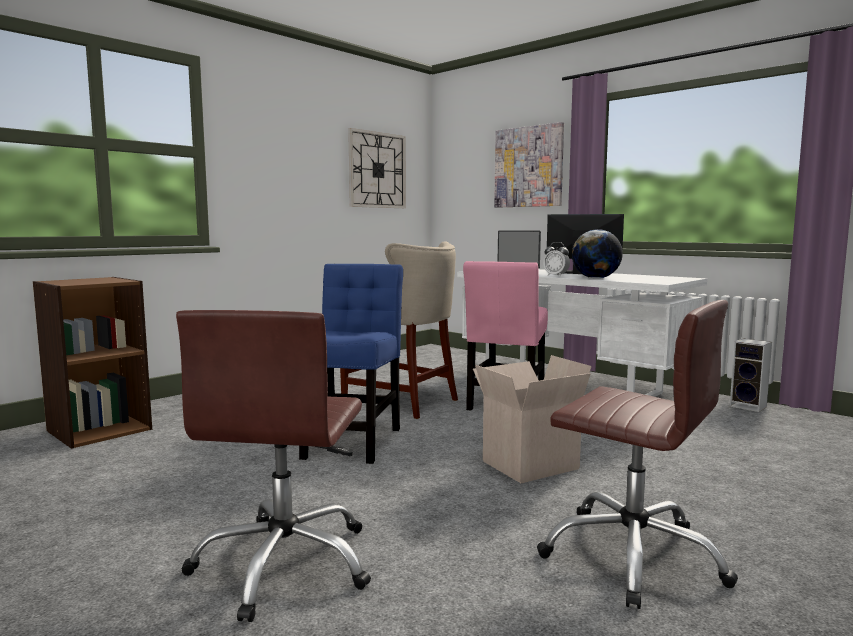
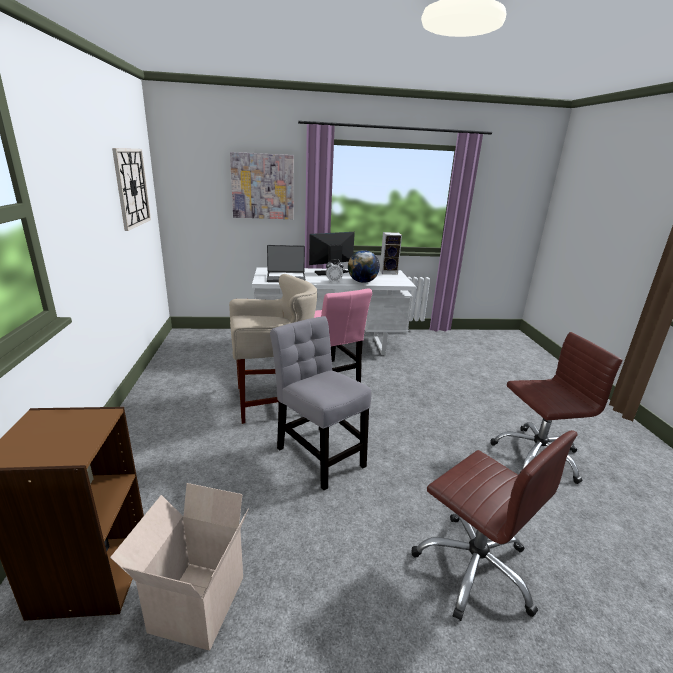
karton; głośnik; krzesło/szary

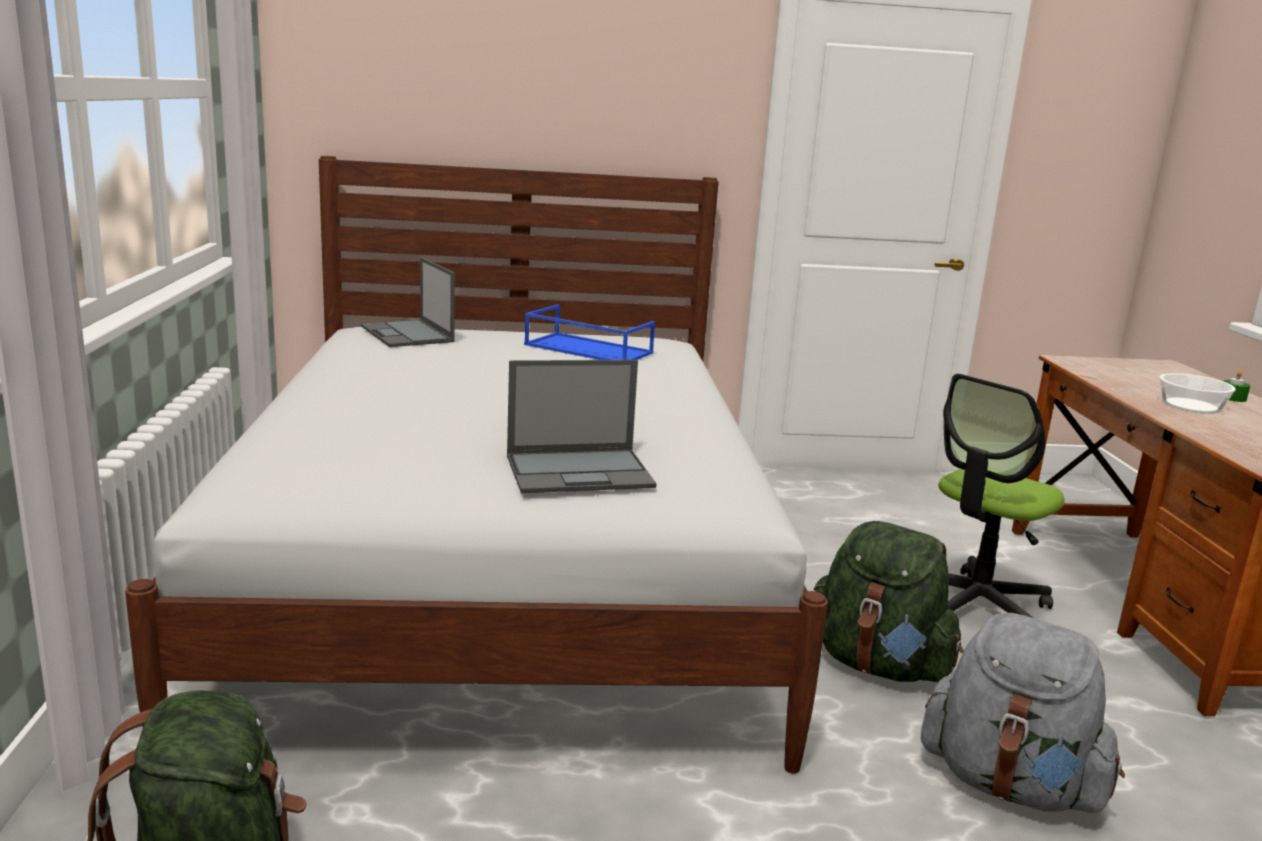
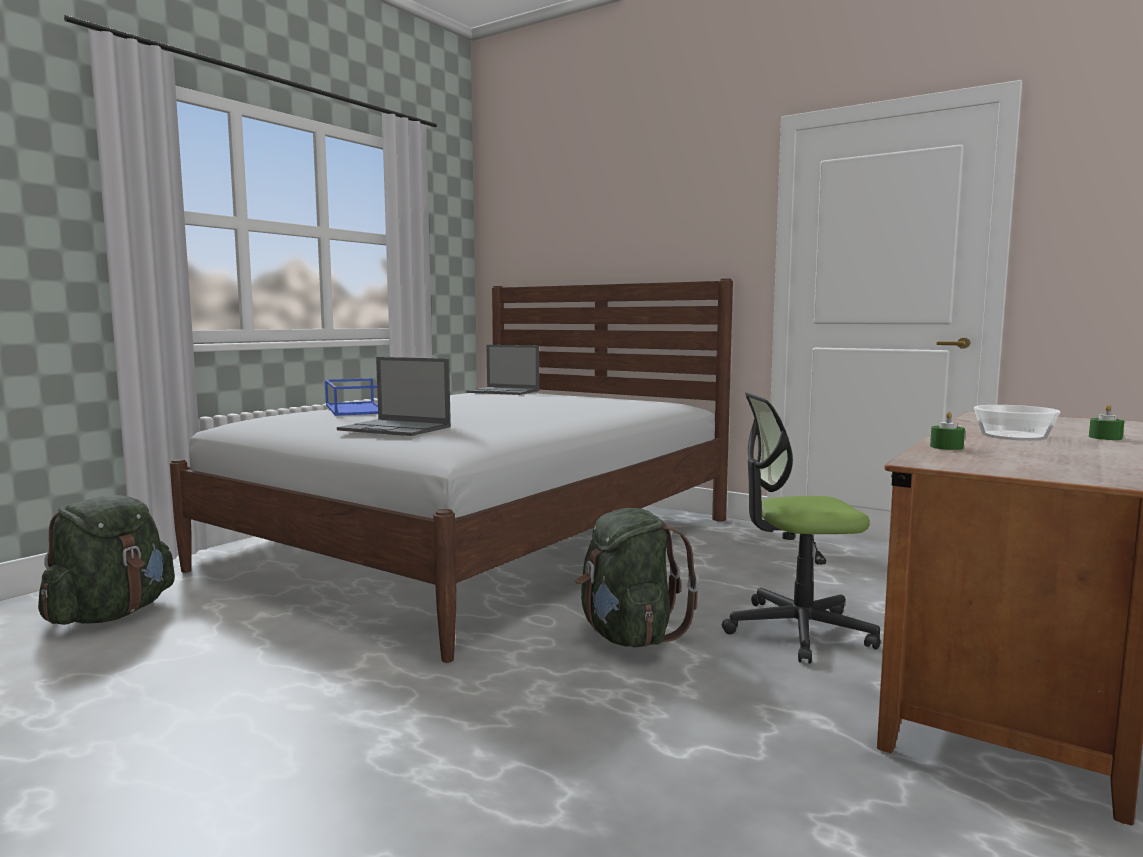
plecak/szary; świeca/zielony (1st from left); taca/niebieski; laptop (2nd from left)

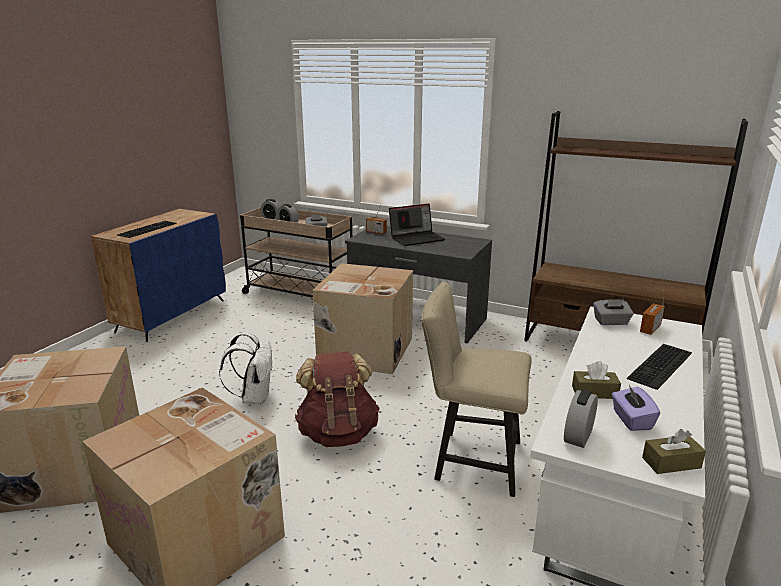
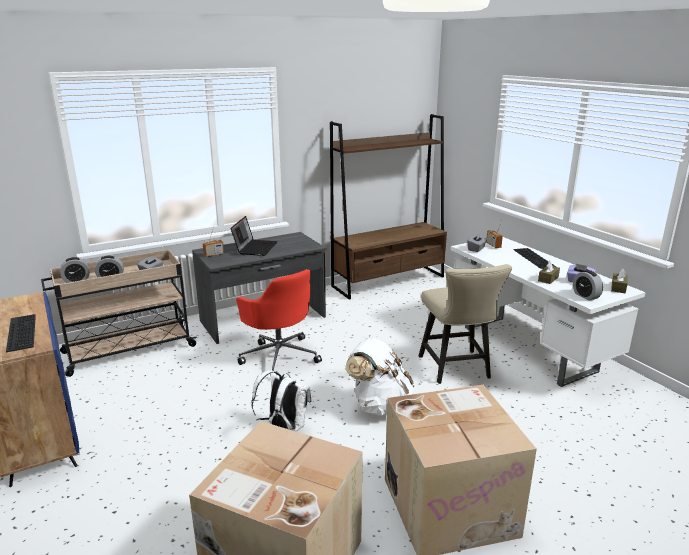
krzesło biurowe/czerwony; plecak/biały (2nd from left); krzesło/beżowy

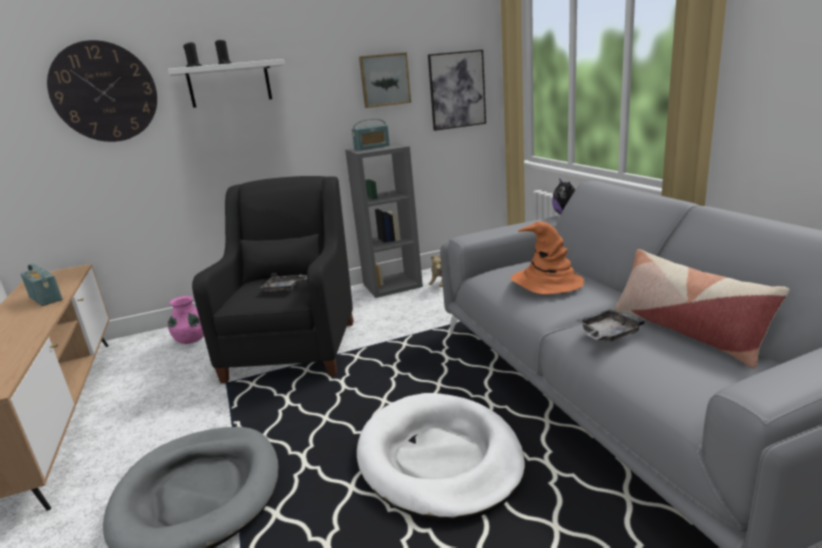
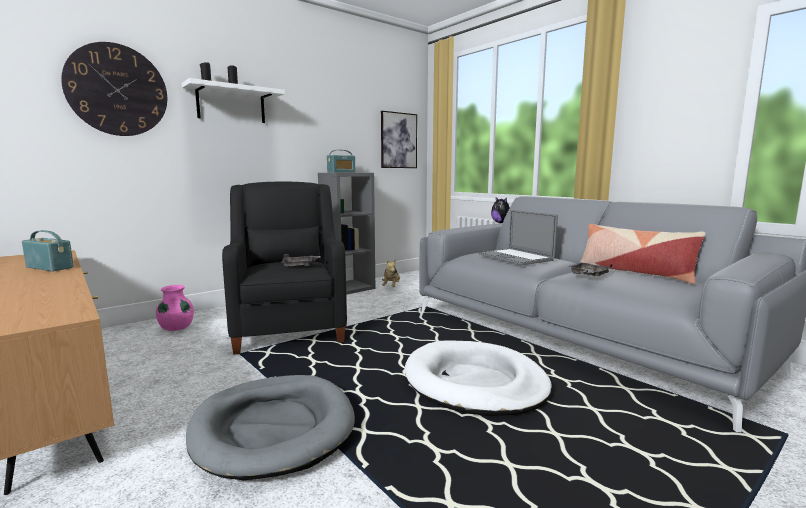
obraz (1st from left in the first image); laptop

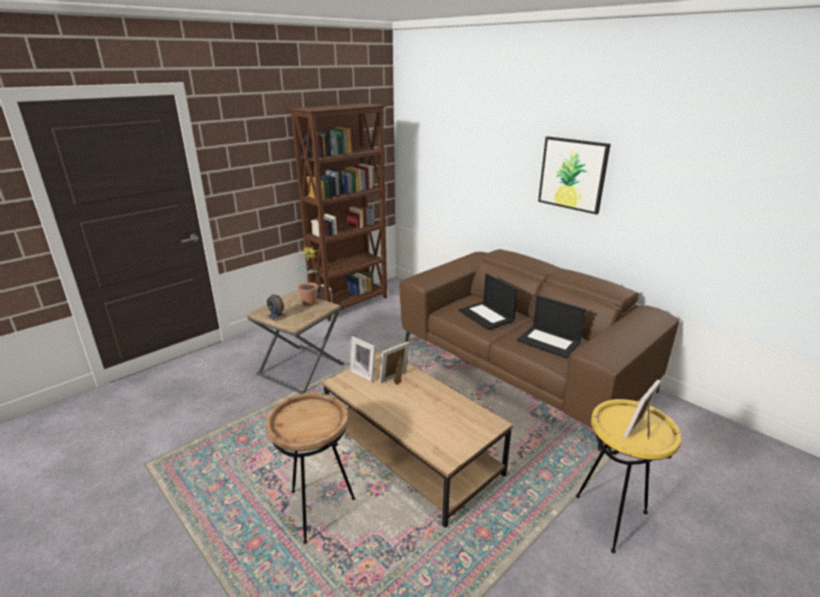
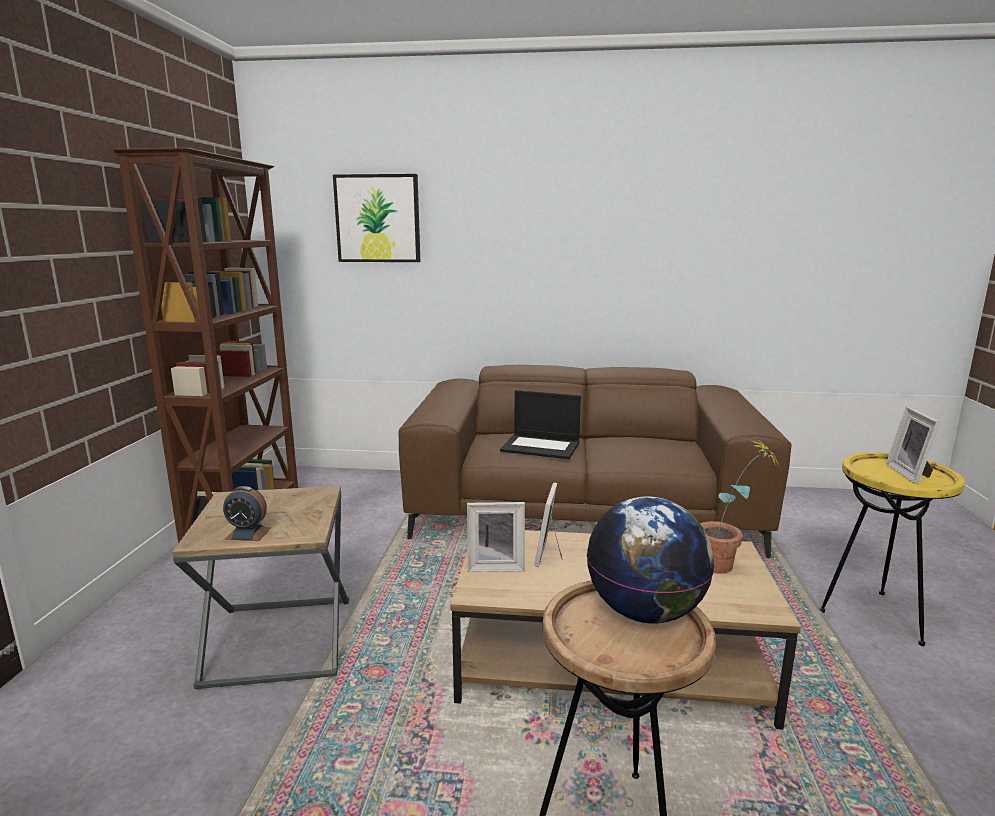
laptop (2nd from left in the first image); globus; roślina doniczkowa; obraz

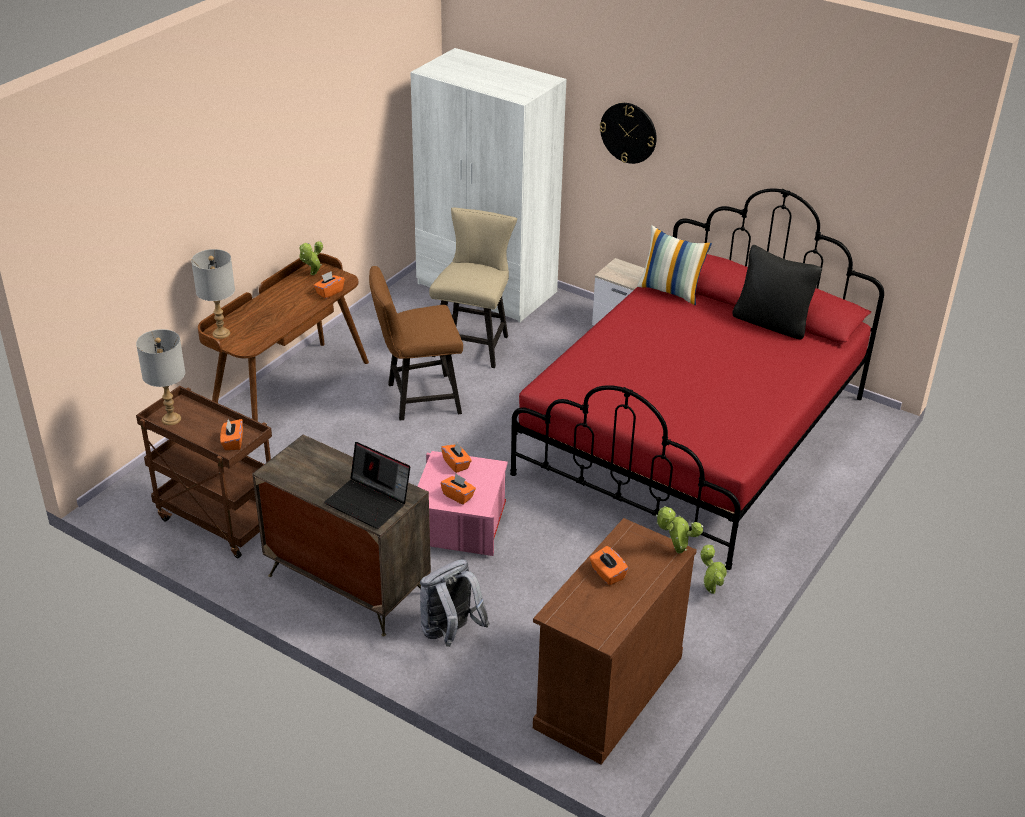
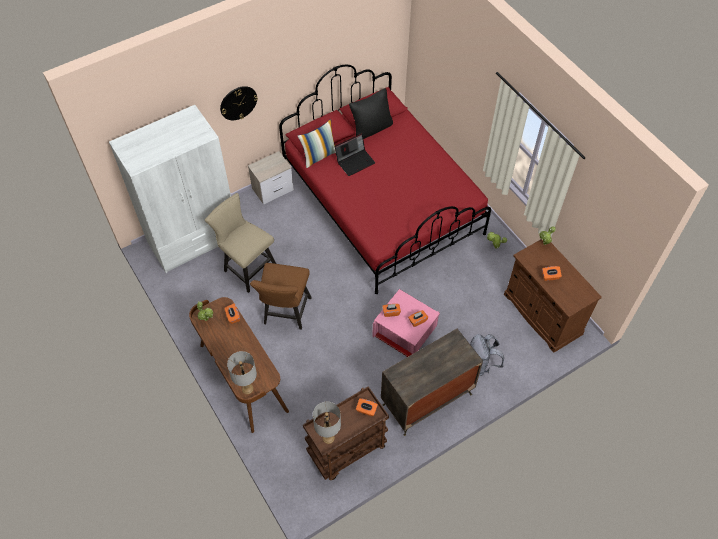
laptop

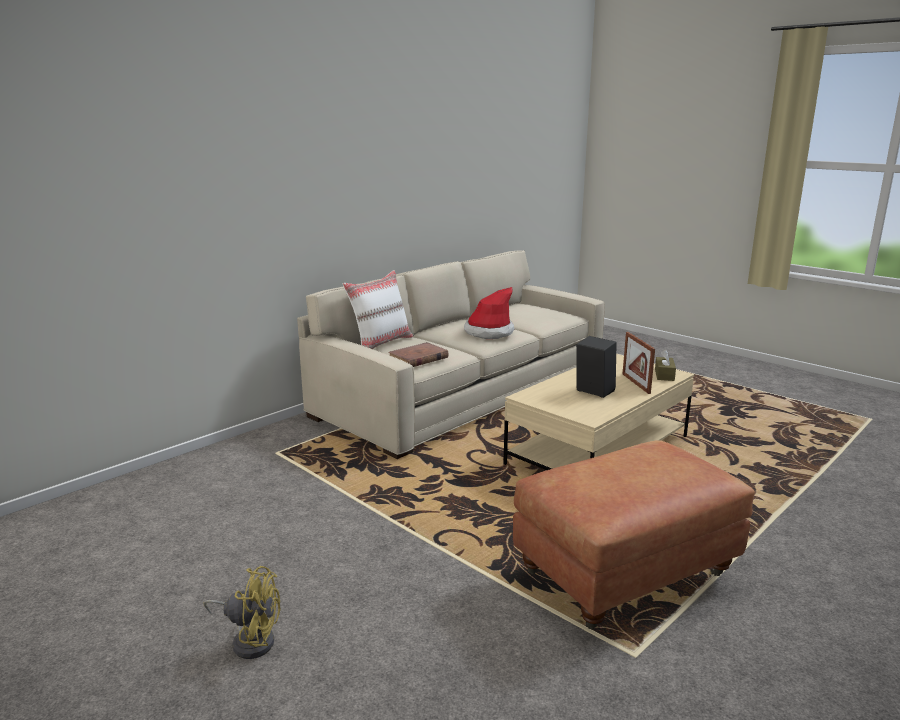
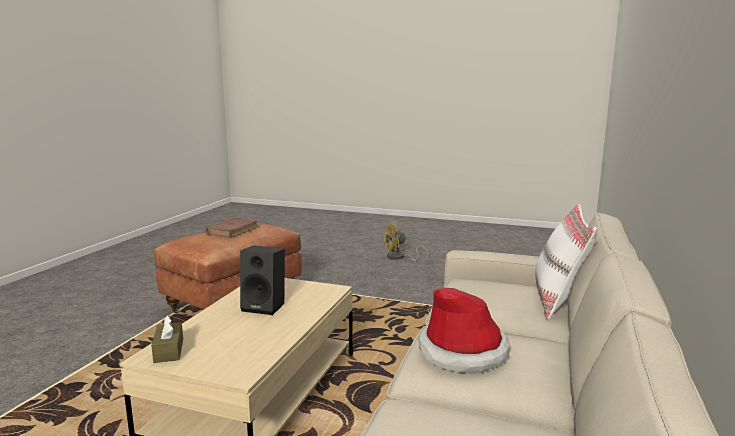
ramka na zdjęcie; książka/brązowy

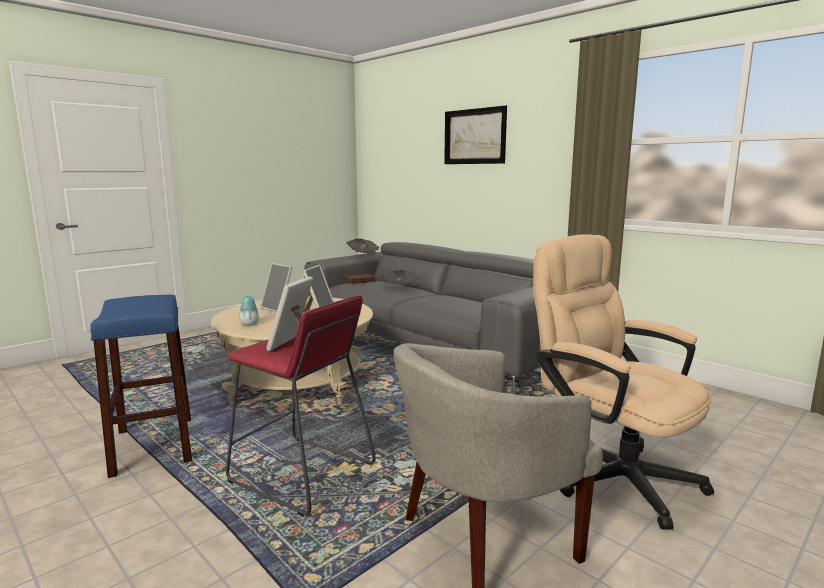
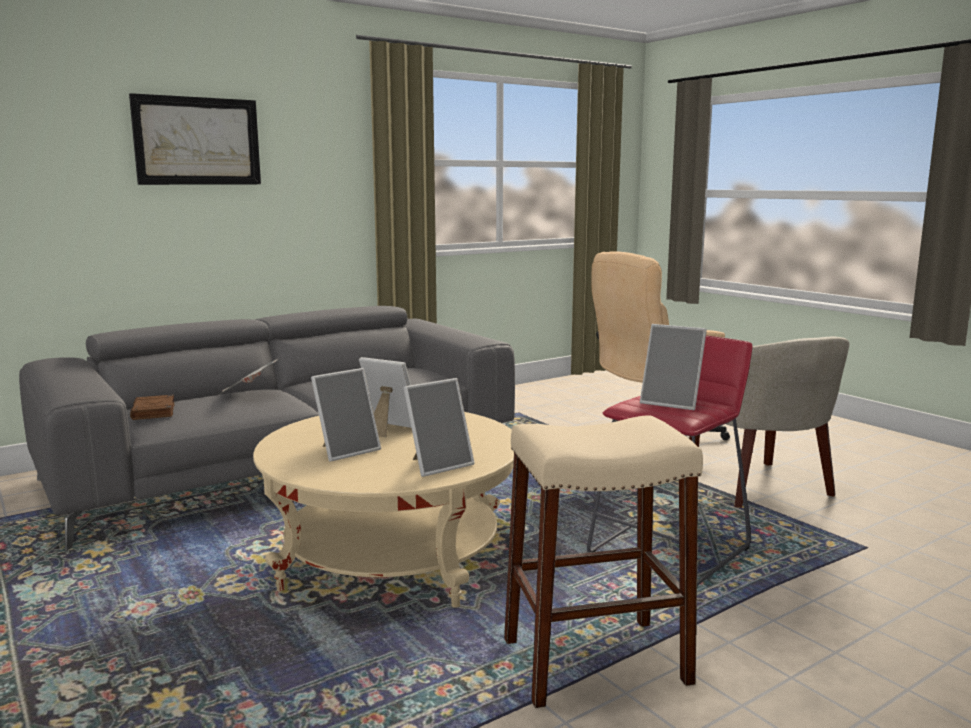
gazeta (1st from left in the first image); ramka na zdjęcie (3rd from left); stołek/beżowy

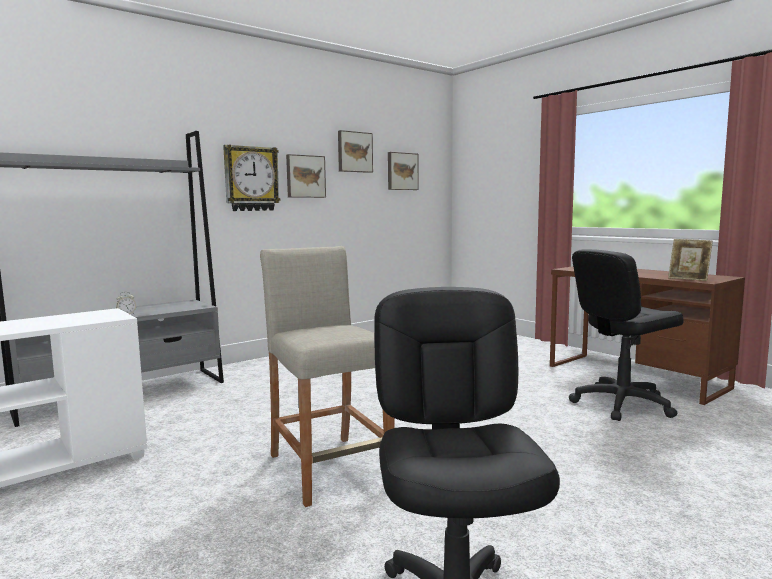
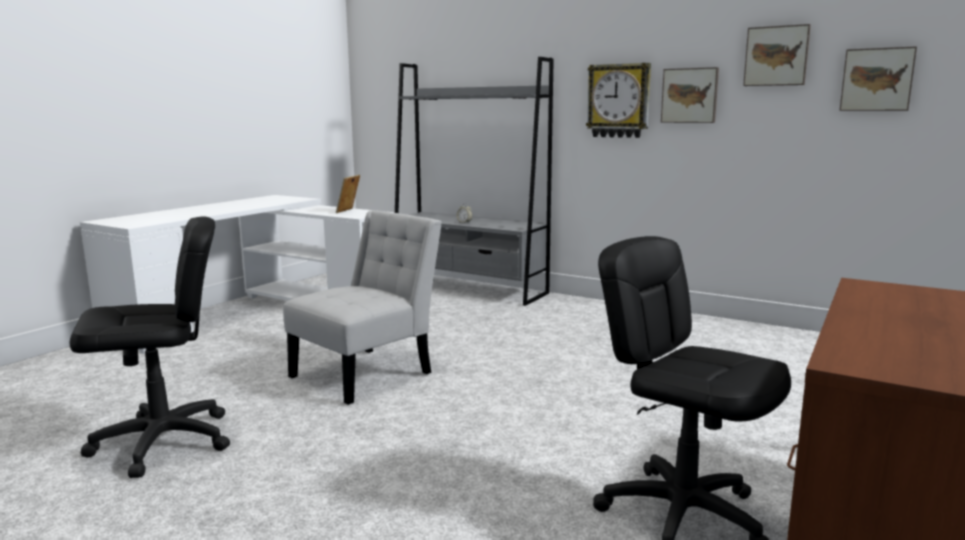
ramka na zdjęcie; krzesło/biały

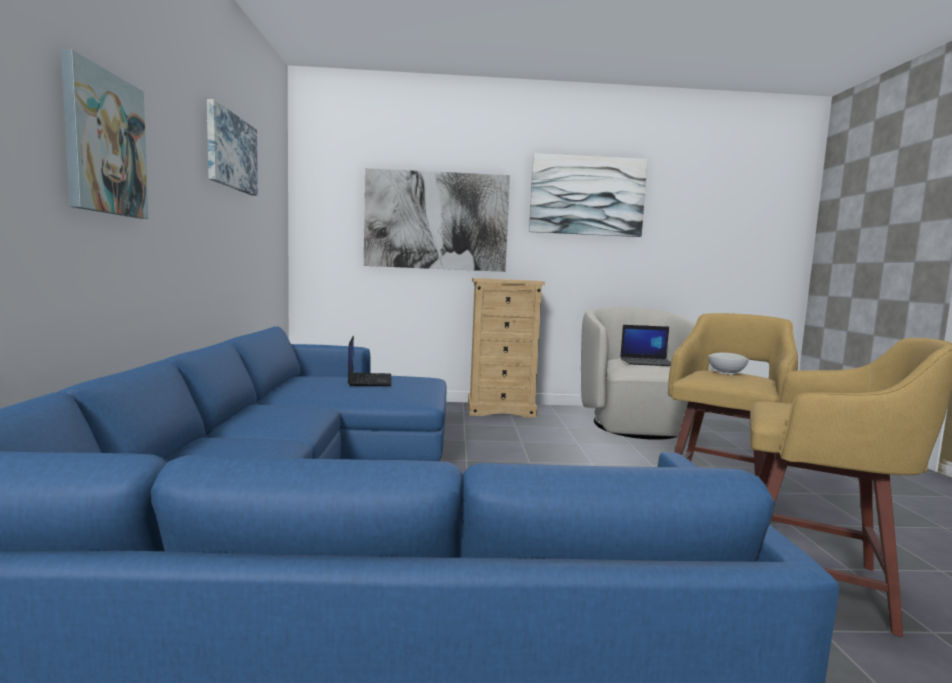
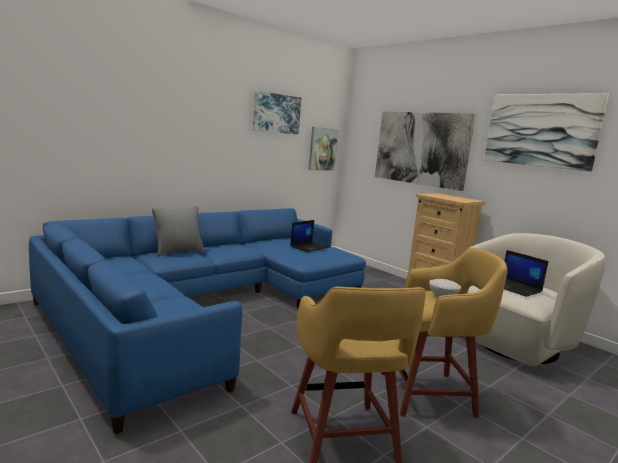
poduszka/szary; obraz (2nd from left)

